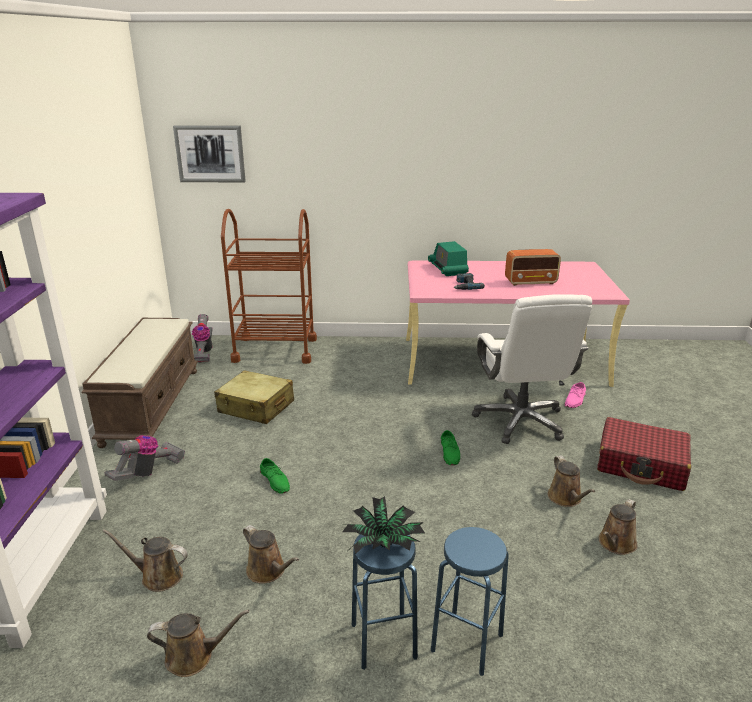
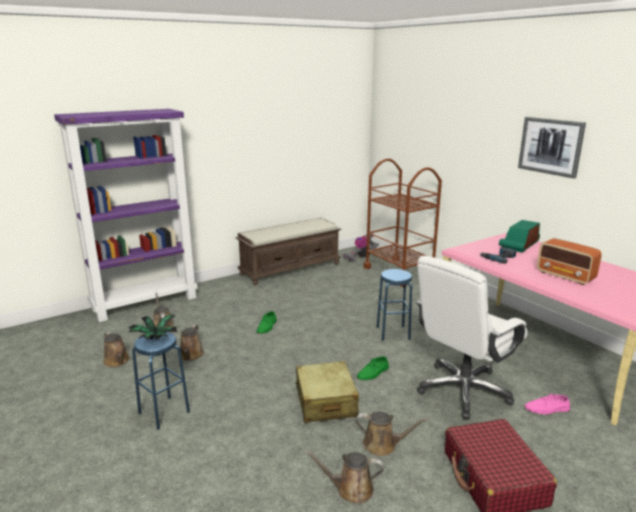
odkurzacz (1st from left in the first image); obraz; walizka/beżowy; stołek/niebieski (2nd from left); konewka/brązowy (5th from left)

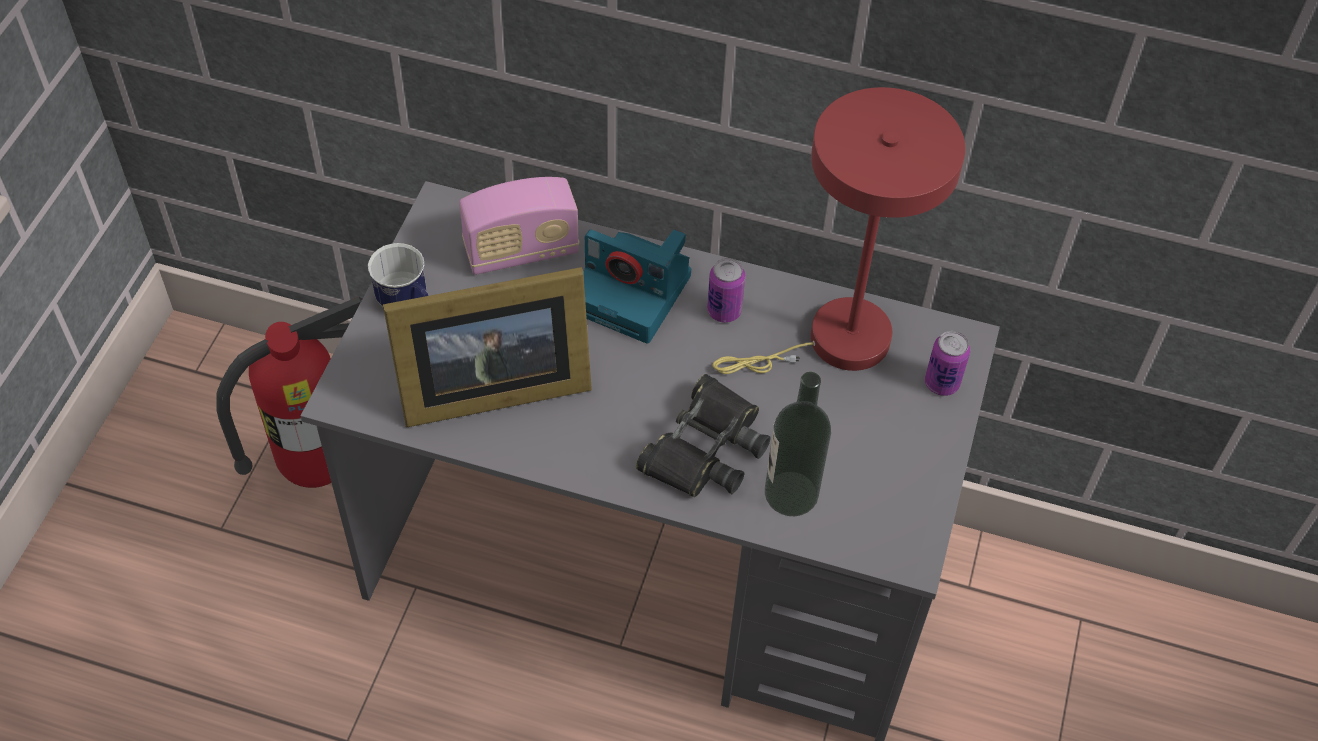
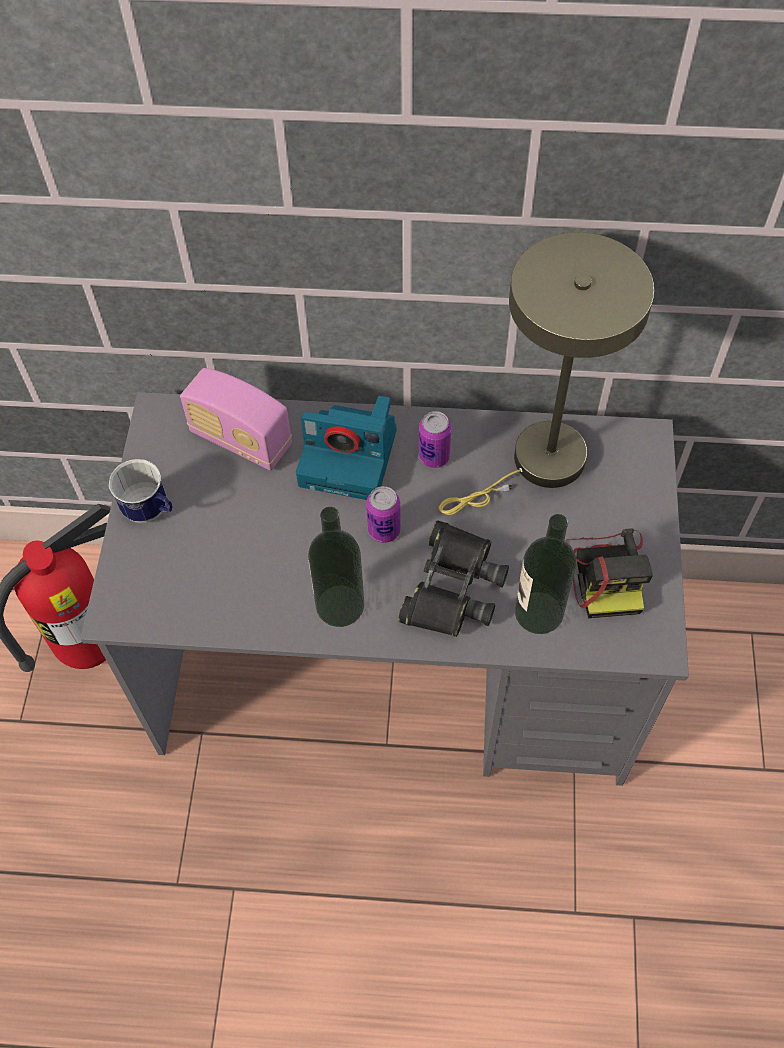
ramka na zdjęcie; butelka (1st from left); aparat fotograficzny (2nd from left); puszka (1st from left); lampa stołowa/beżowy; radio

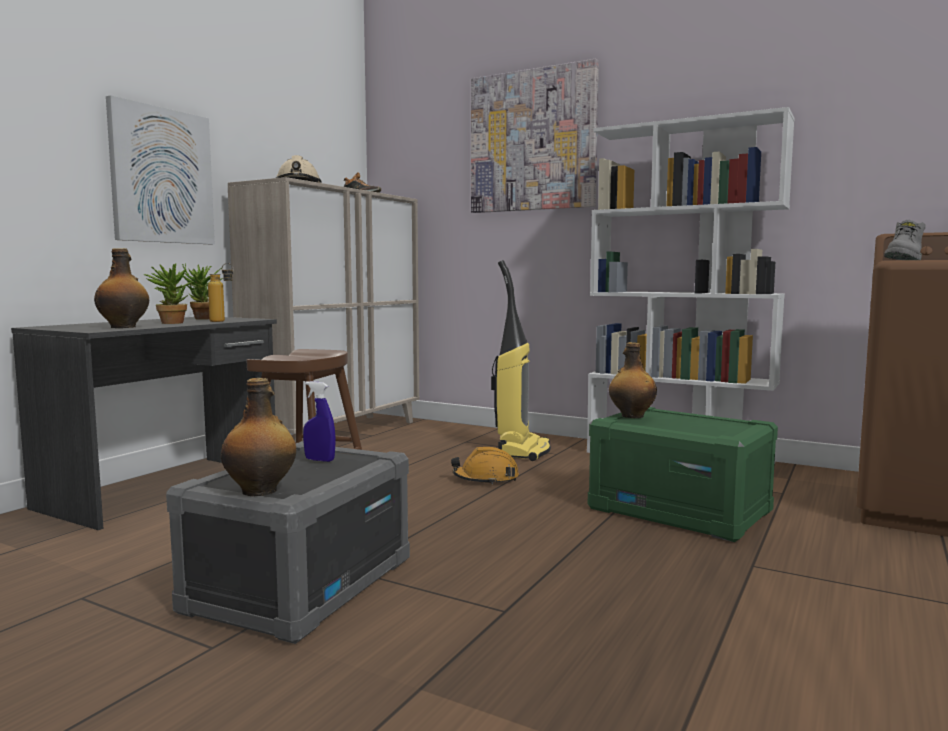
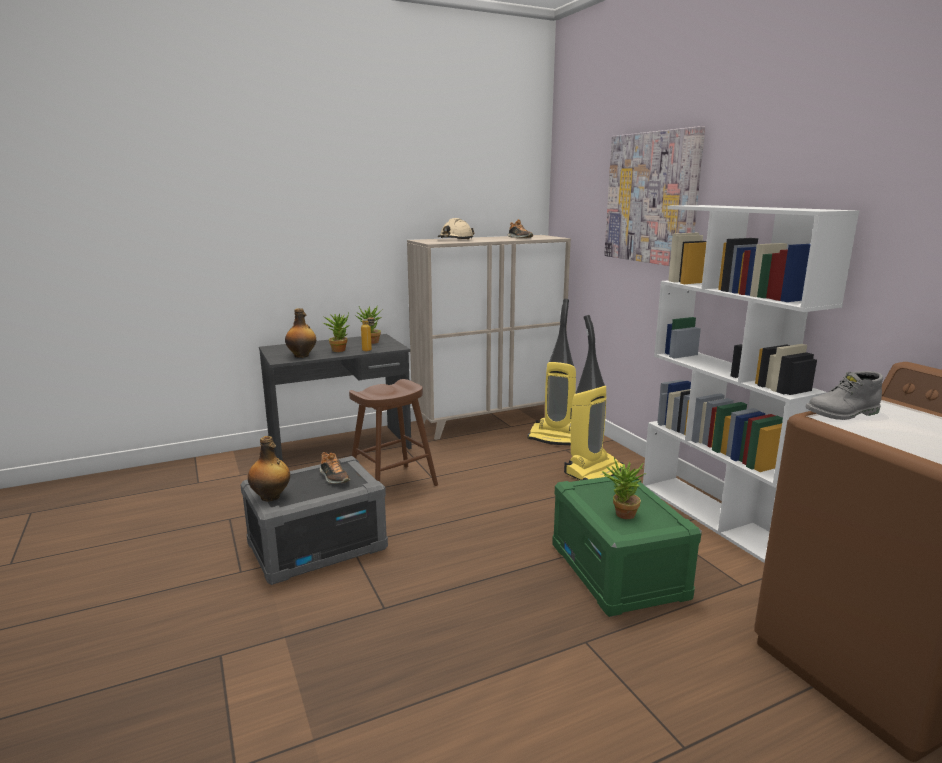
obraz (1st from left in the first image); kask/pomarańczowy; butelka (4th from left in the first image); odkurzacz (1st from left); roślina doniczkowa (3rd from left); but (1st from left)

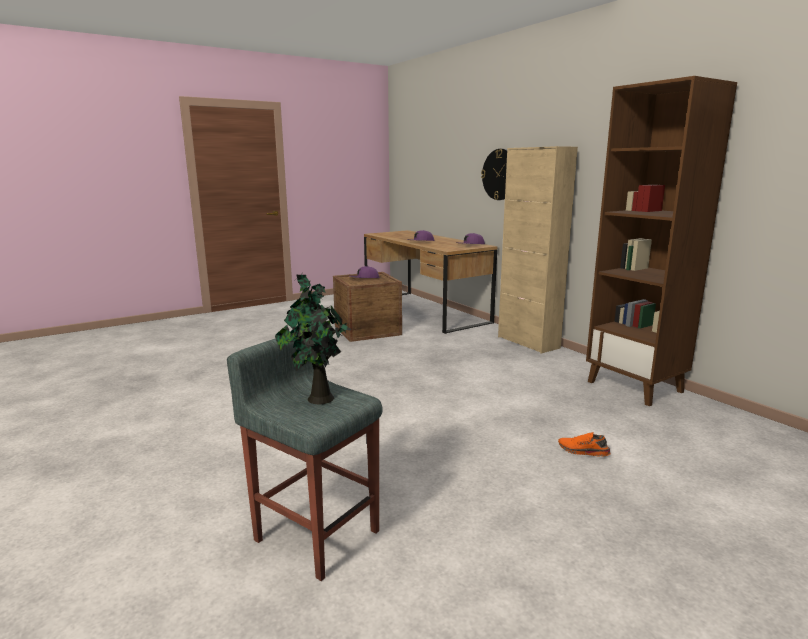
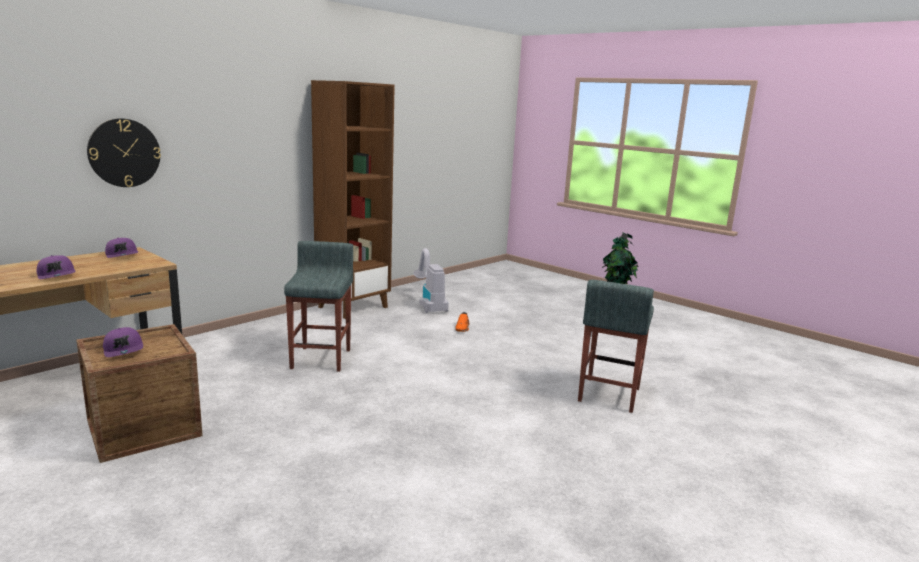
szafka/beżowy; stołek/szary (1st from left); odkurzacz

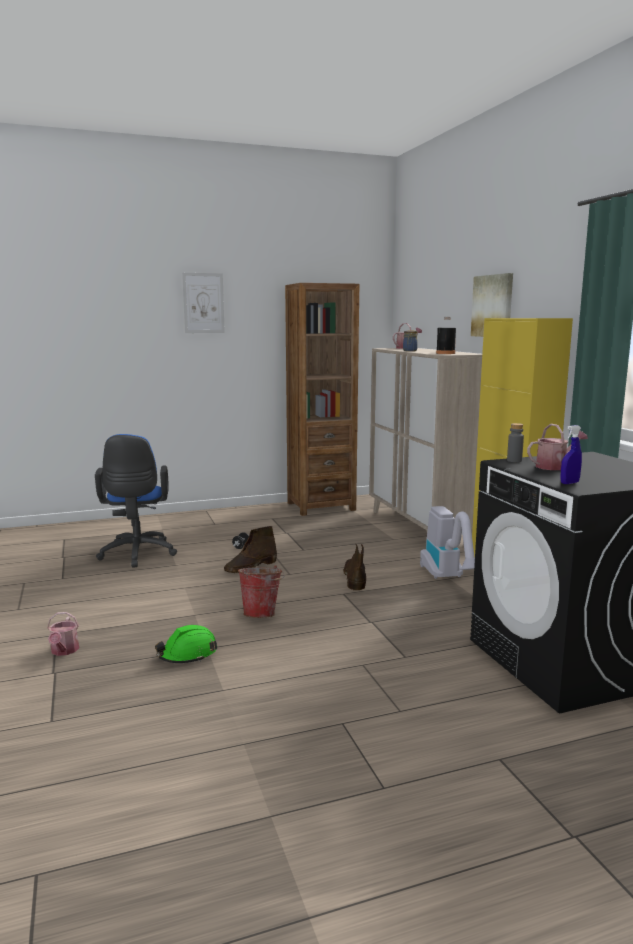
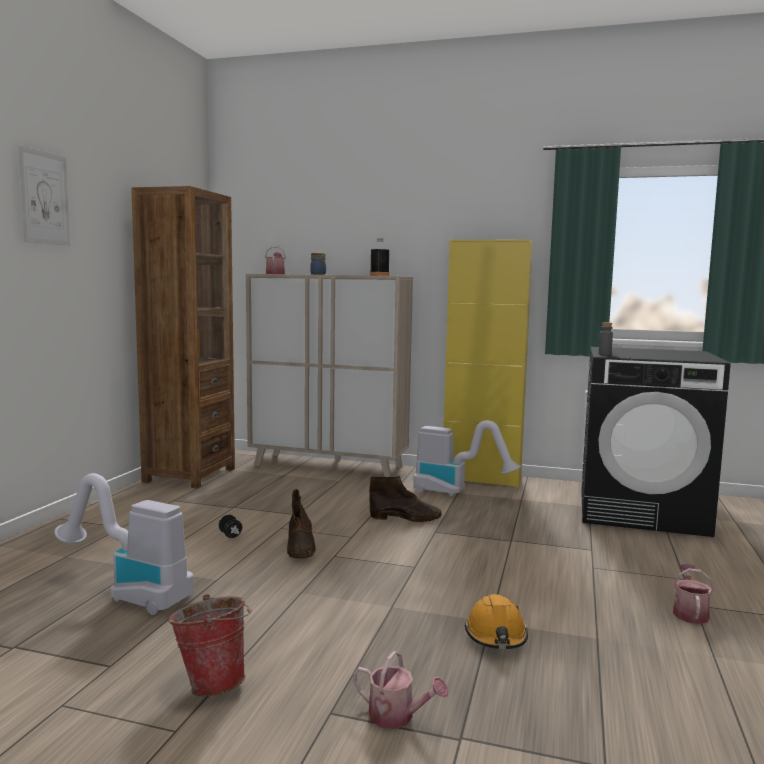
obraz (2nd from left in the first image); spryskiwacz/niebieski; wiadro; konewka (3rd from left); odkurzacz (1st from left); kask/pomarańczowy; but z cholewką/brązowy (2nd from left)

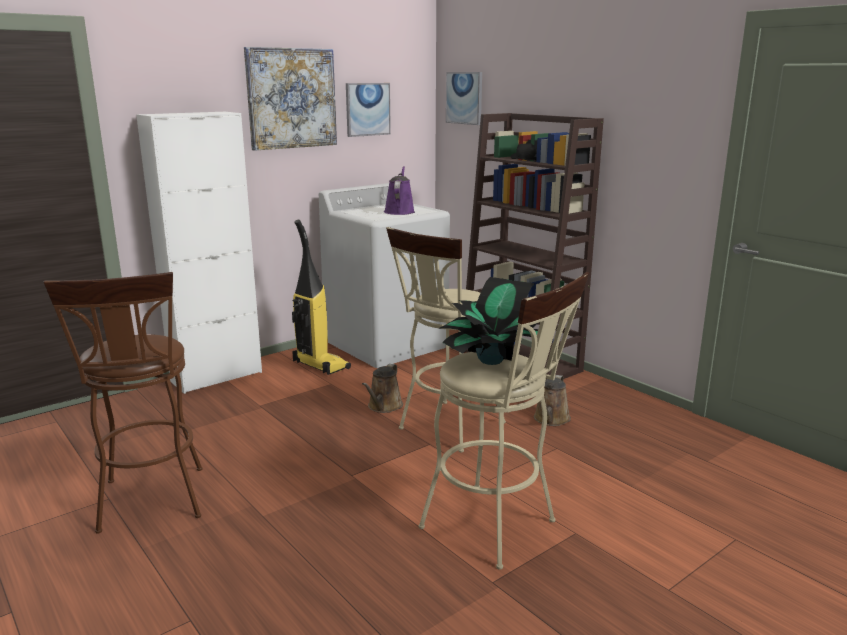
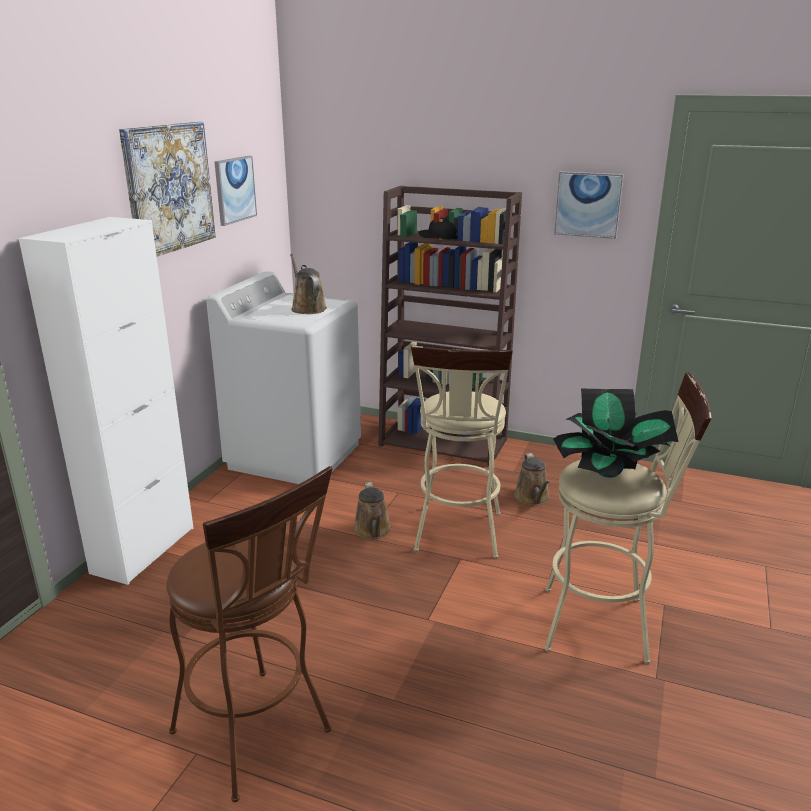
odkurzacz; obraz (3rd from left); konewka/brązowy (1st from left)

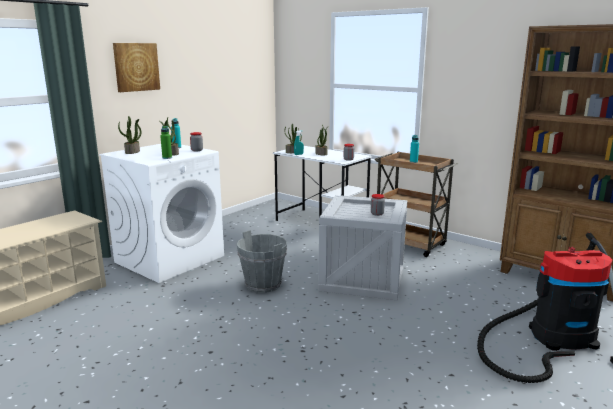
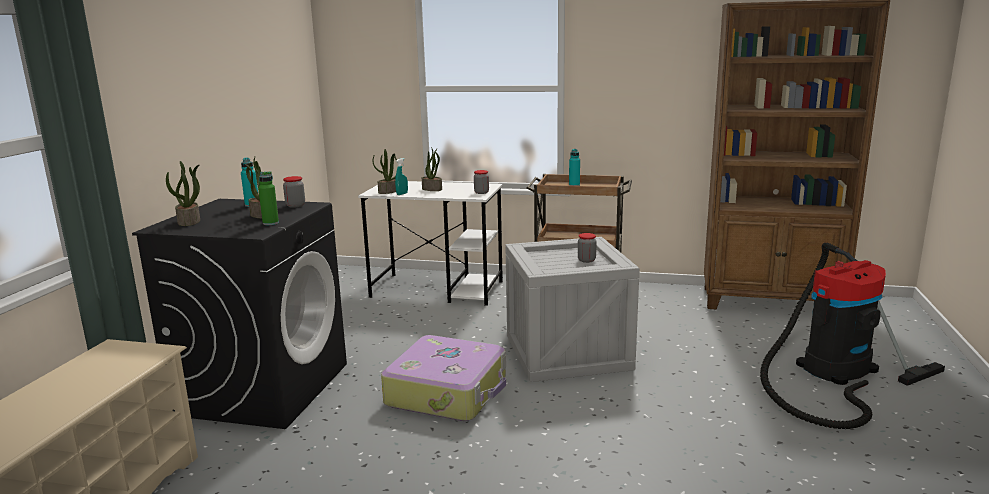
obraz; walizka; pralka/czarny

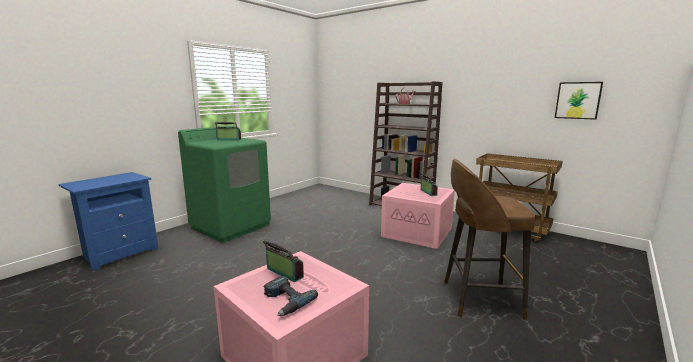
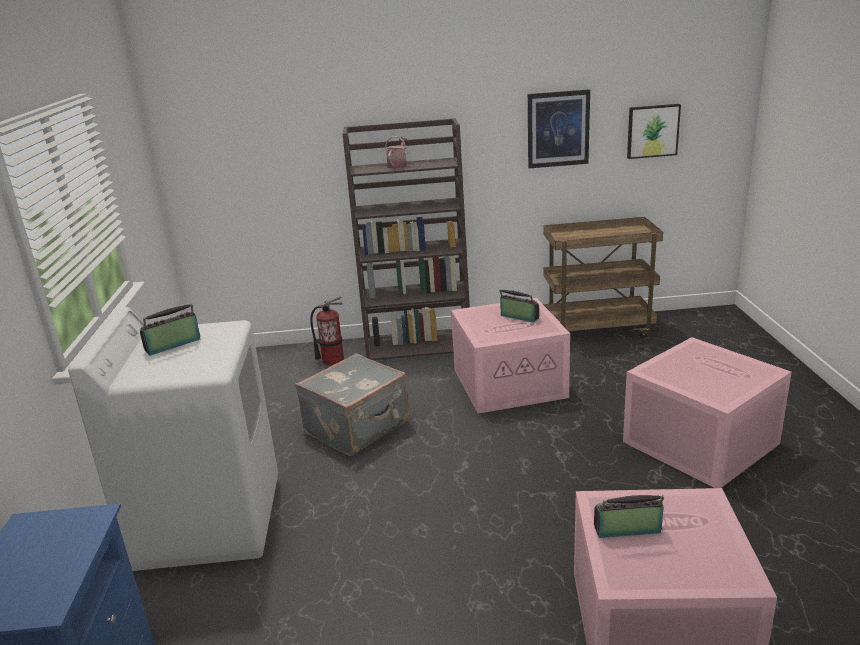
wiertarka; walizka/szary; gaśnica; obraz (1st from left); pojemnik do przechowywania/różowy (3rd from left); pralka/biały

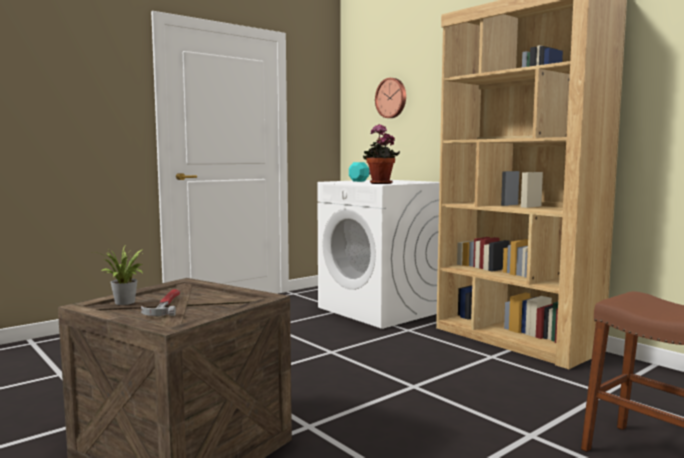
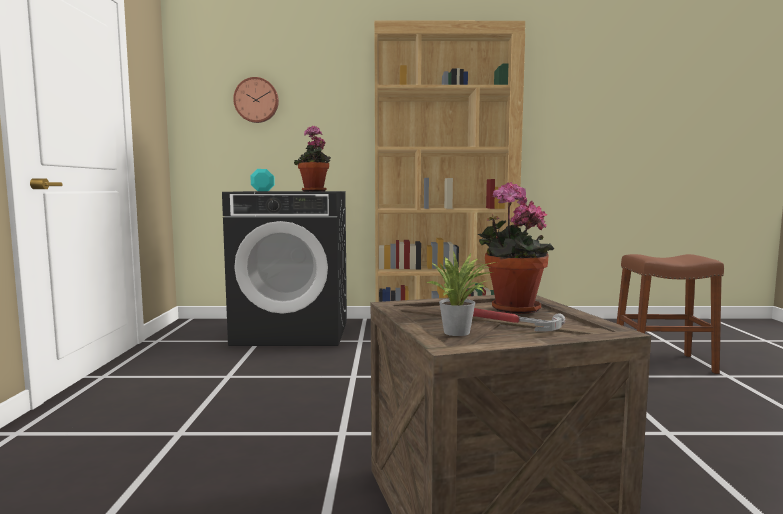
roślina doniczkowa (3rd from left); pralka/czarny

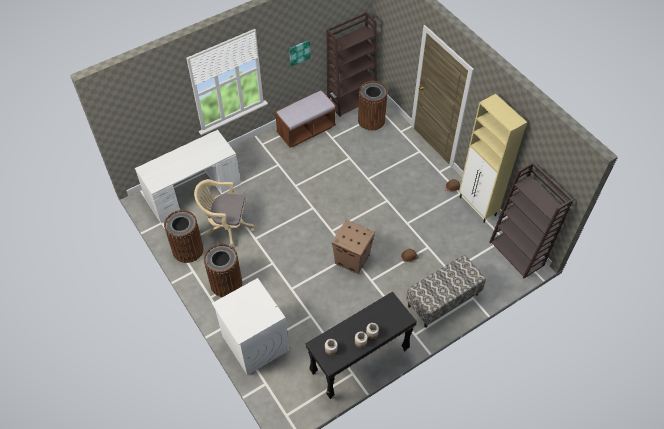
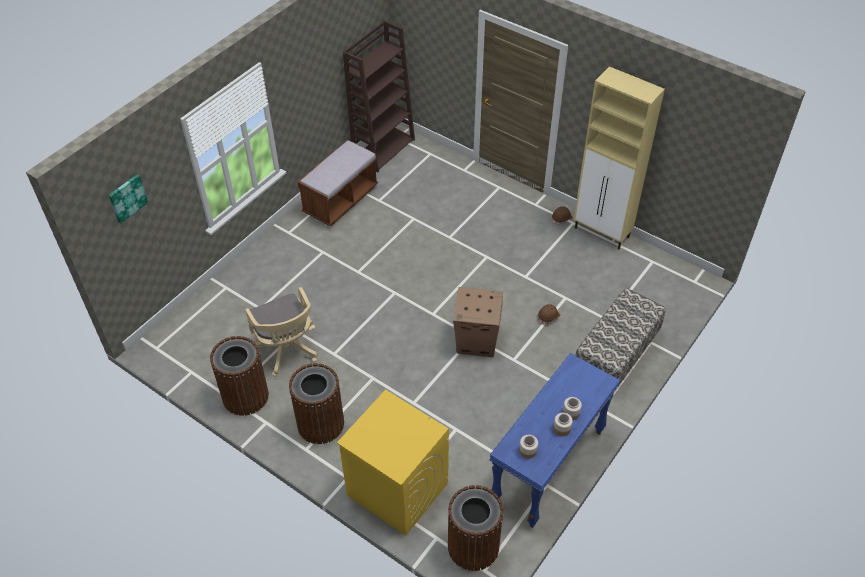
biurko/biały; regał/brązowy (2nd from left in the first image); obraz; kosz na śmieci/brązowy (3rd from left); pralka/żółty; stolik konsolowy/niebieski; krzesło biurowe/beżowy

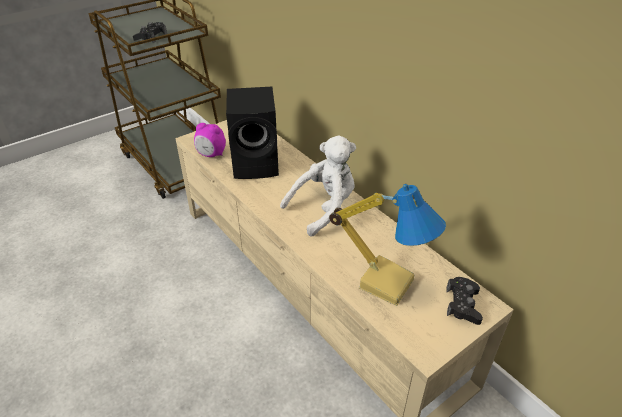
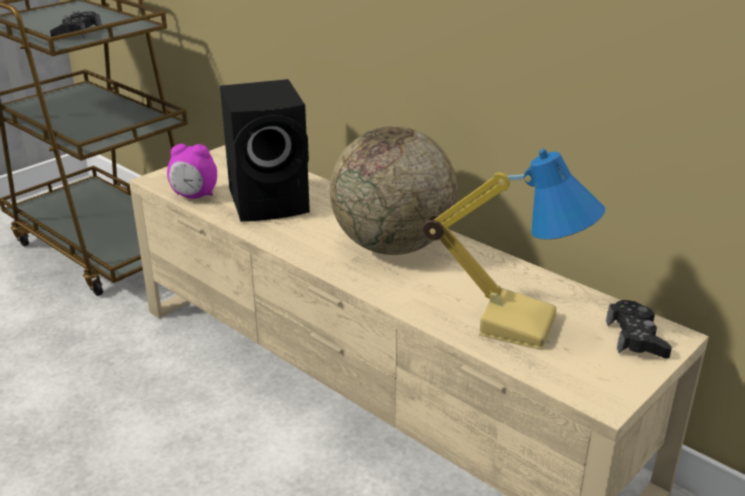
globus

